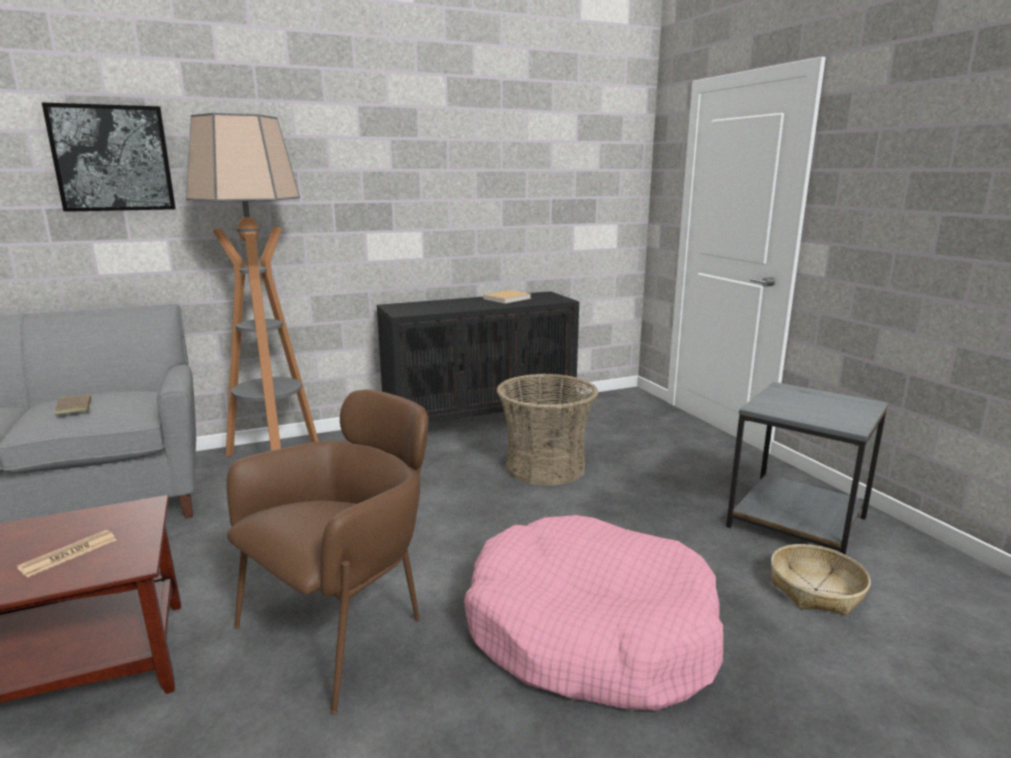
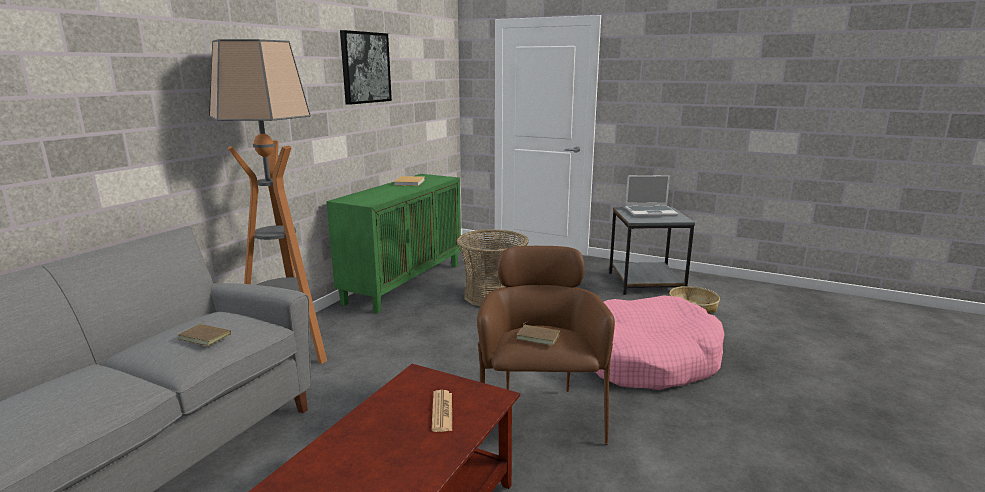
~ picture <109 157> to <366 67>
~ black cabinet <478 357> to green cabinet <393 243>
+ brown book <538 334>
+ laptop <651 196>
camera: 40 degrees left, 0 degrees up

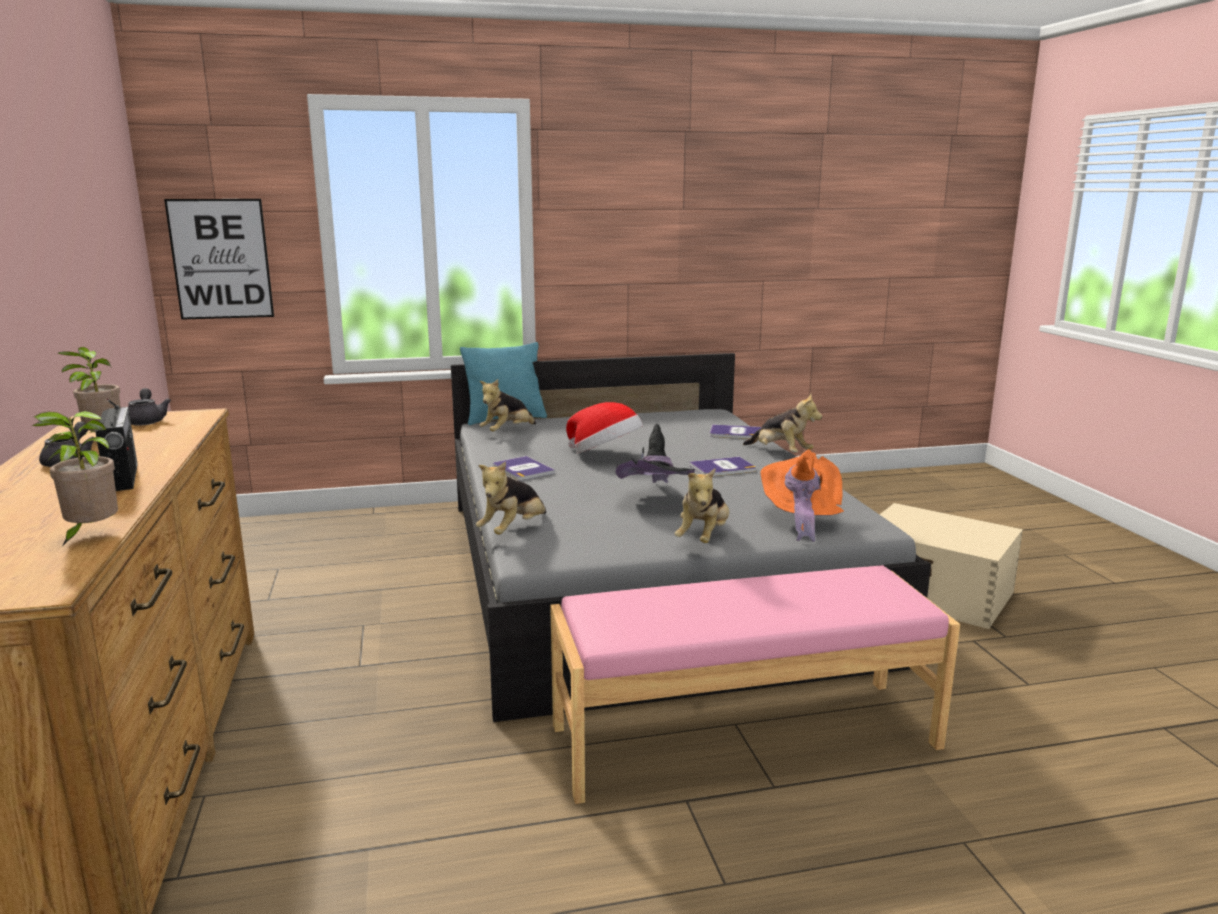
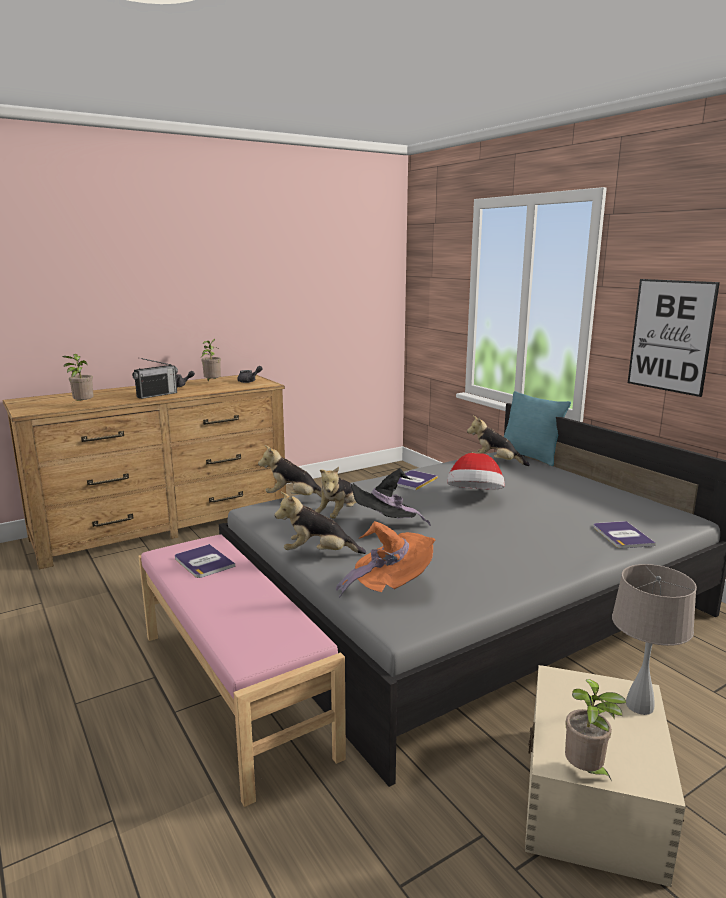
~ picture <219 259> to <674 338>
~ book <722 466> to <205 561>
~ plush toy <782 423> to <336 493>
+ potted plant <595 730>
+ beige table lamp <654 639>
camera: 70 degrees right, 0 degrees up

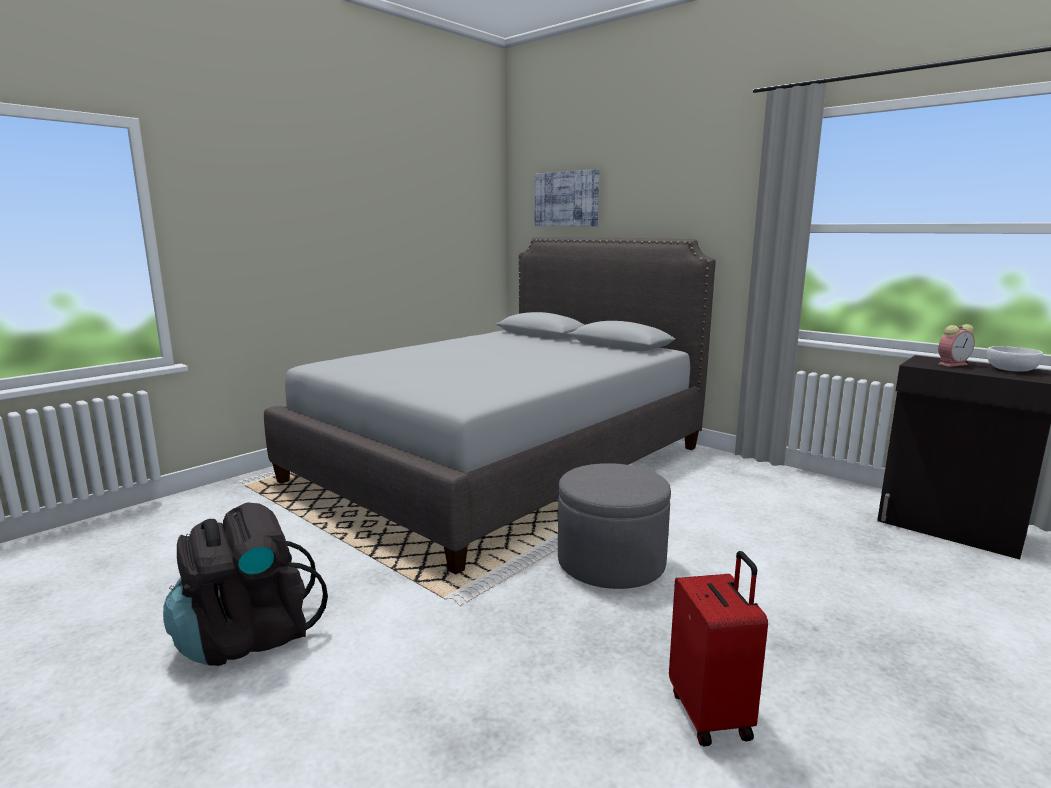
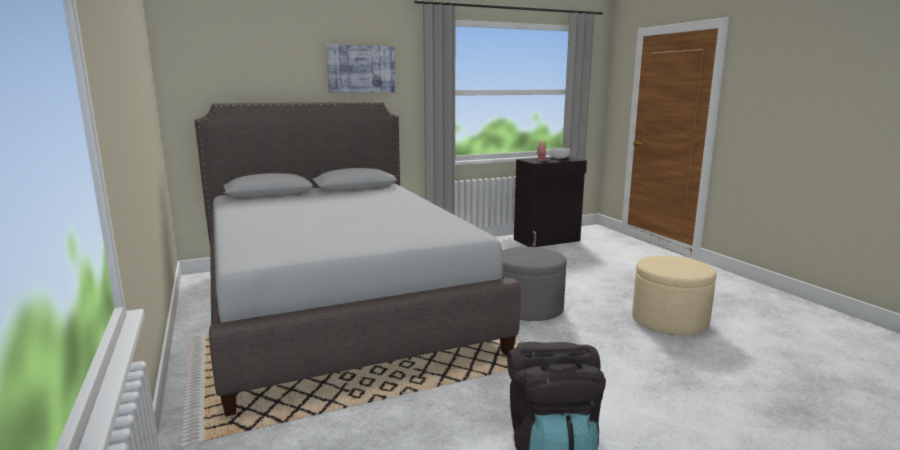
~ picture <567 197> to <360 68>
~ red suitcase <718 648> to beige ottoman <674 296>
camera: 65 degrees left, 0 degrees up

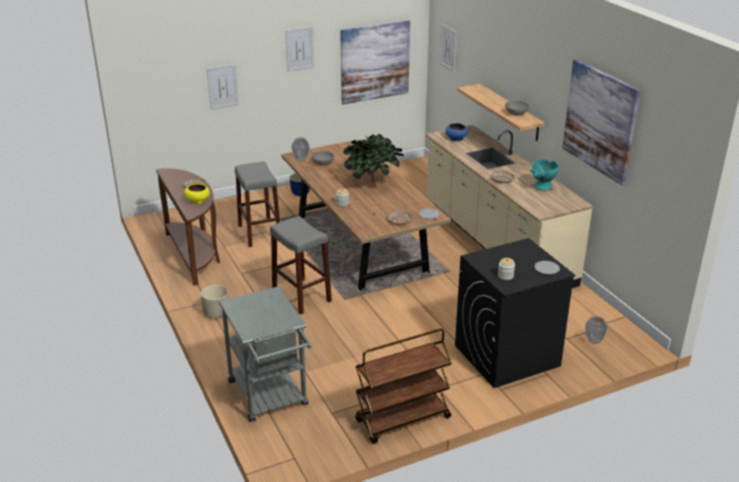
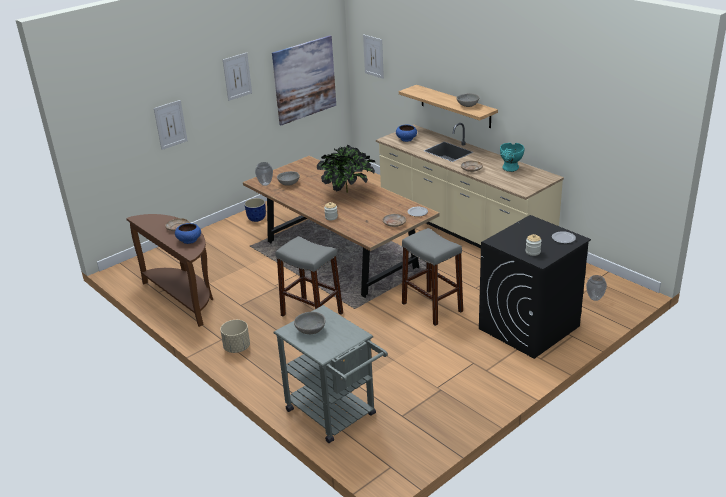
~ yellow bowl <197 194> to blue bowl <188 233>
~ grey stool <257 204> to <432 277>
- brown cart <403 386>
- picture <601 122>
+ grey bowl <309 323>
camera: 15 degrees left, 0 degrees up

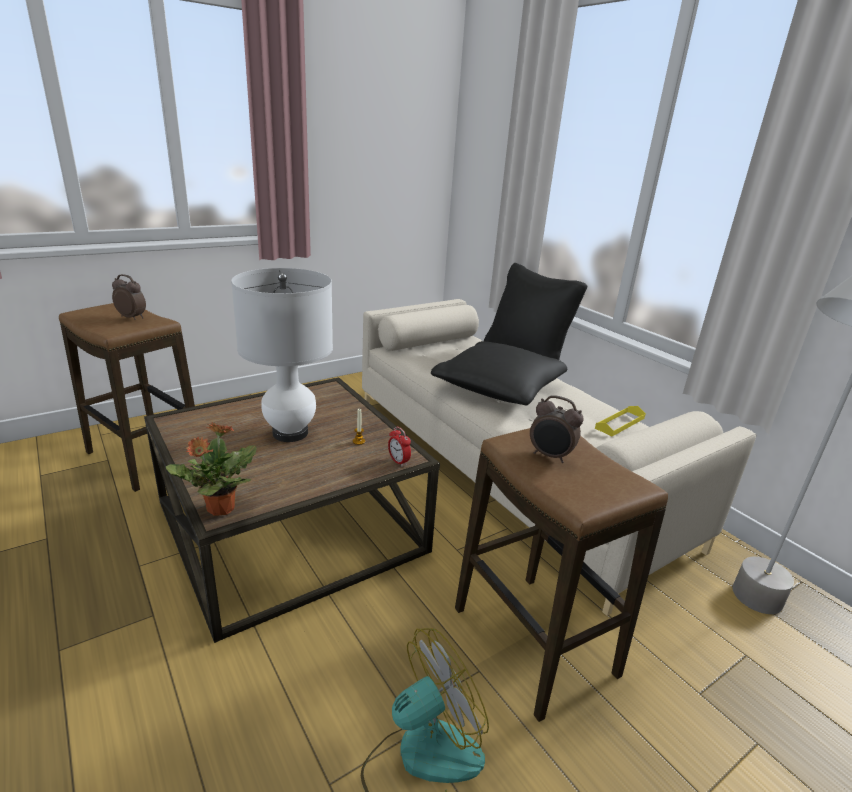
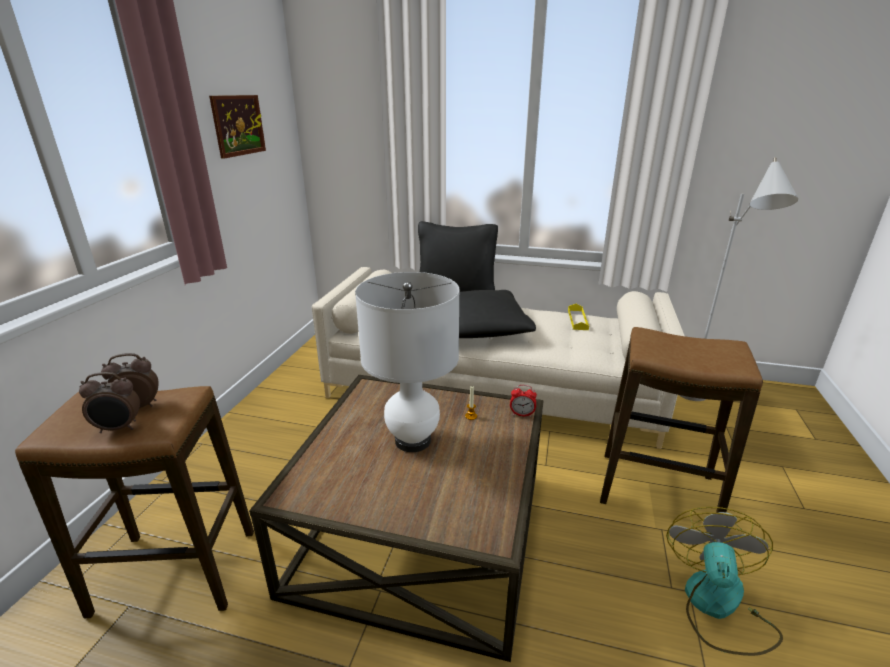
- potted plant <211 469>
~ alarm clock <557 429> to <109 402>
+ picture <237 127>
camera: 40 degrees left, 0 degrees up

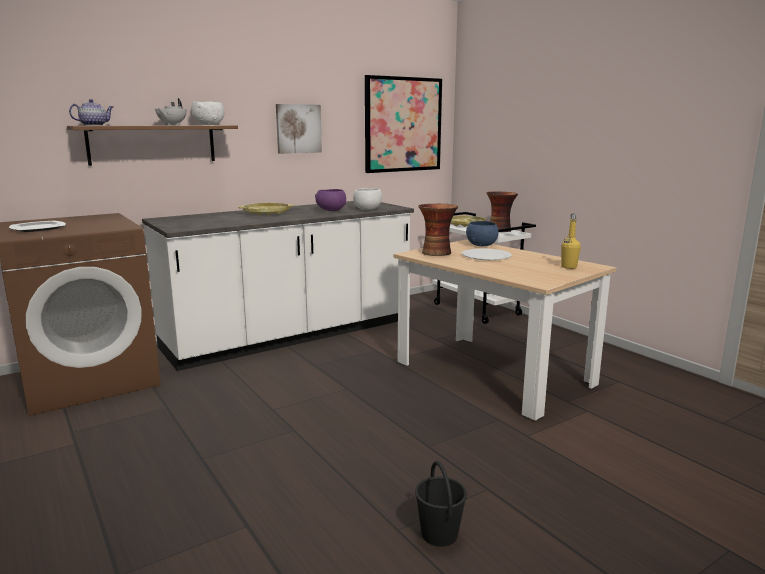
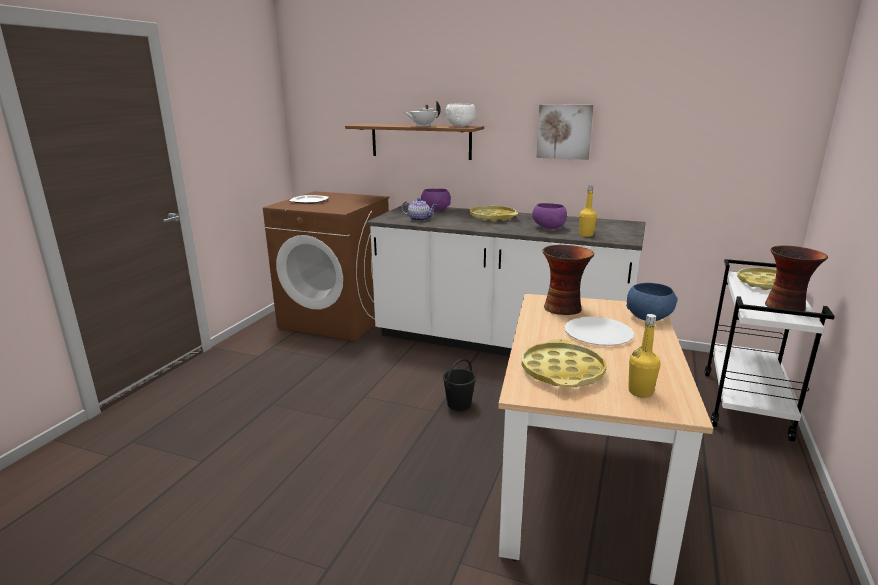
~ teapot <91 112> to <419 209>
~ white bowl <367 199> to yellow bottle <588 211>
- picture <403 124>
~ black bucket <441 504> to <459 384>
+ purple bowl <436 200>
+ yellow tray <564 363>
camera: 55 degrees right, 5 degrees up

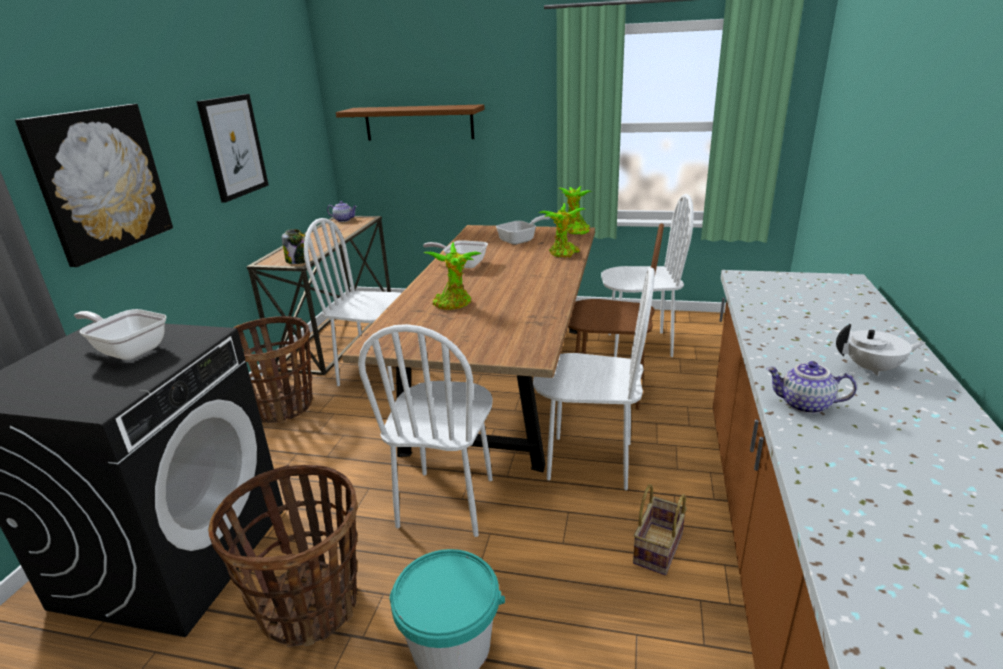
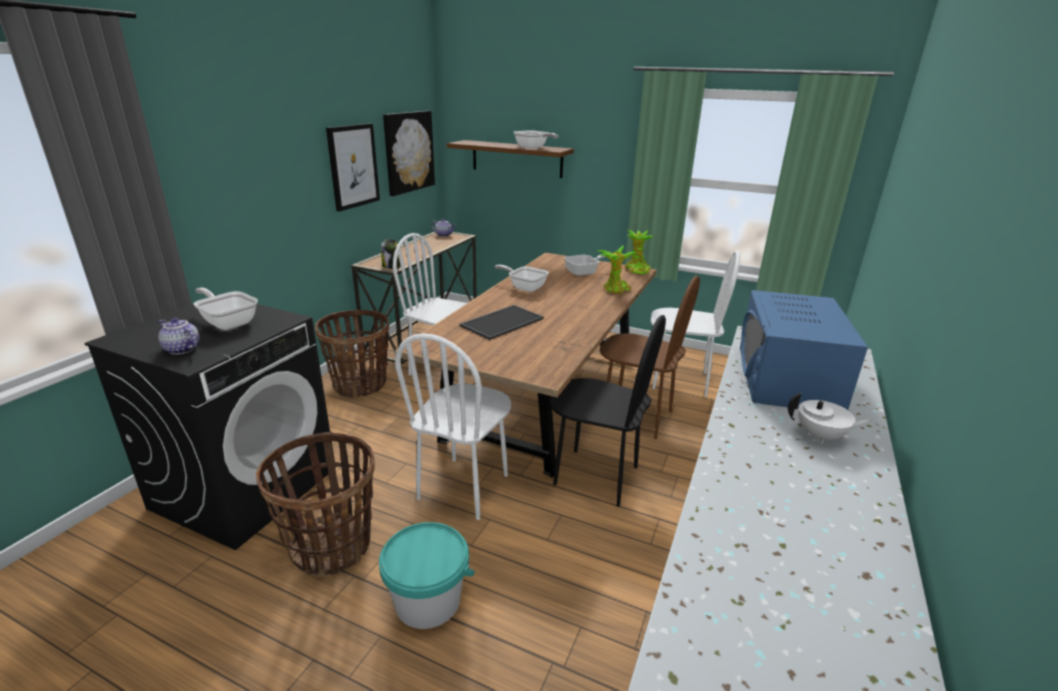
~ picture <94 185> to <409 153>
~ potted plant <452 276> to tray <502 322>
~ white chair <594 379> to black chair <608 410>
- basket <660 529>
~ teapot <811 387> to <178 336>
+ frying pan <536 139>
+ blue microwave <804 350>
camera: 10 degrees right, 0 degrees up

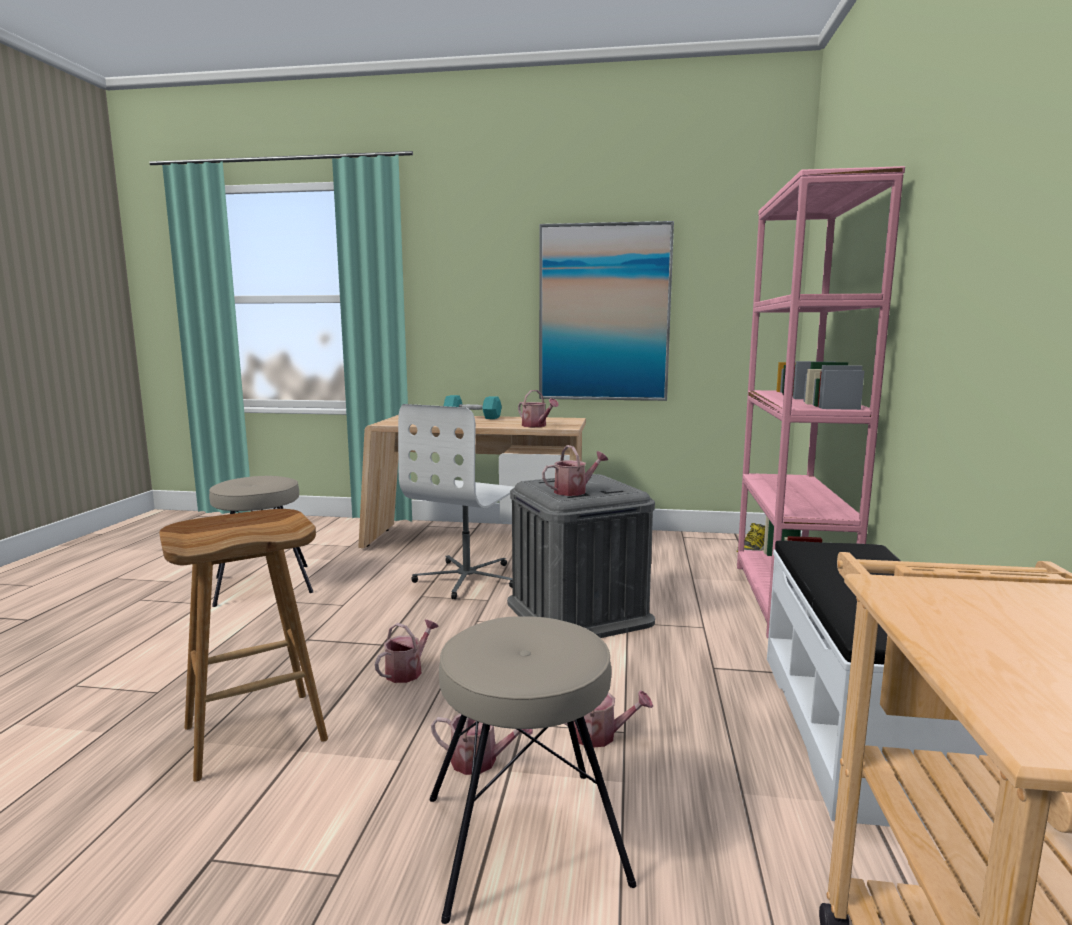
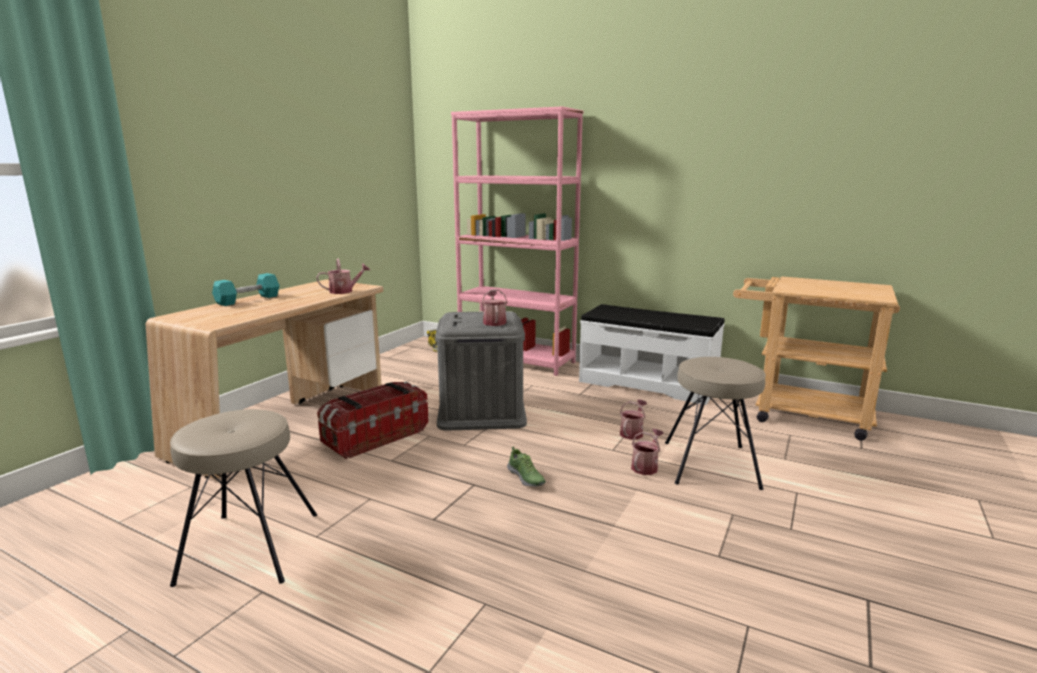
- brown stool <243 645>
~ watering can <407 651> to shoe <526 467>
~ white office chair <456 501> to storage box <372 420>
- picture <606 311>
camera: 70 degrees left, 5 degrees up

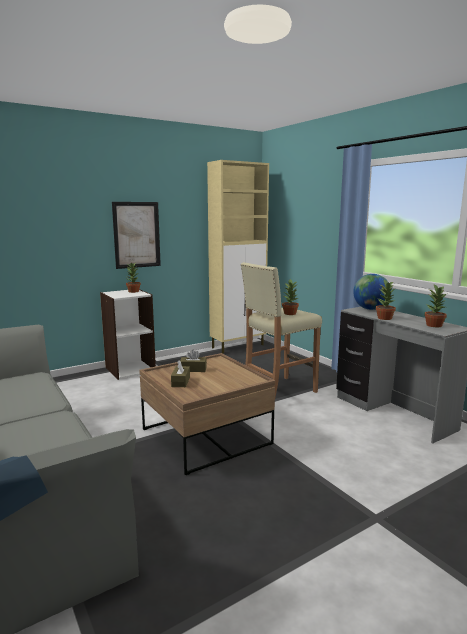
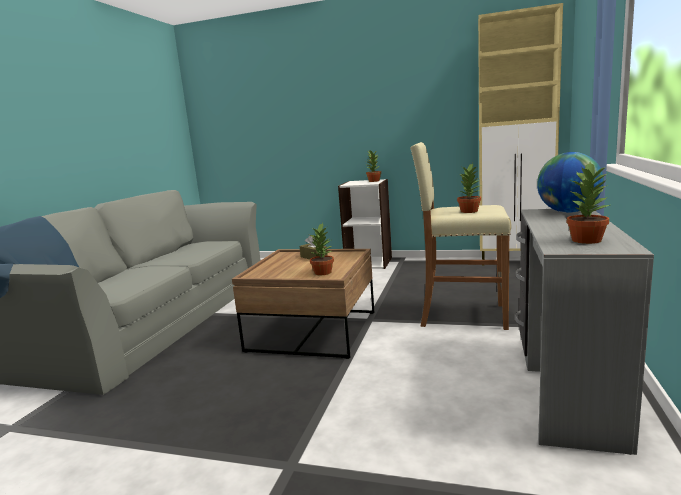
- picture <136 235>
- brown tissue box <180 373>
~ potted plant <386 300> to <322 249>
camera: 50 degrees right, 0 degrees up

